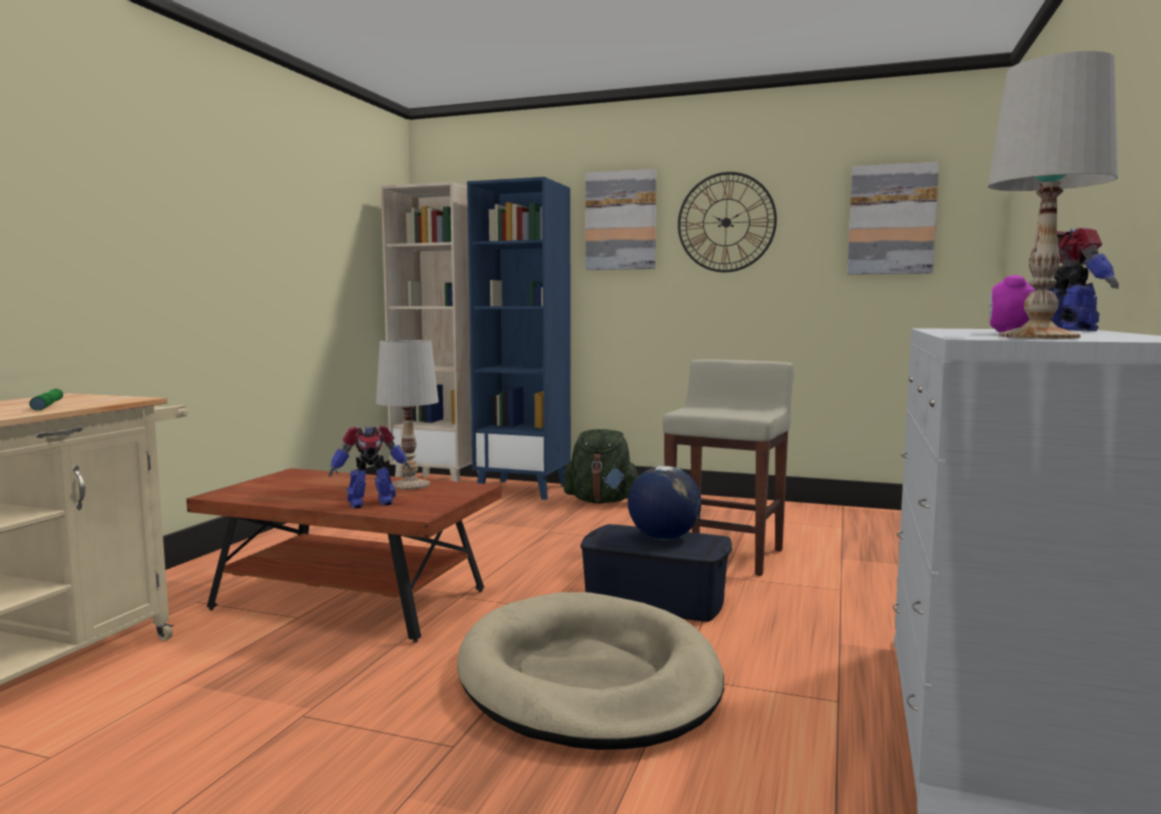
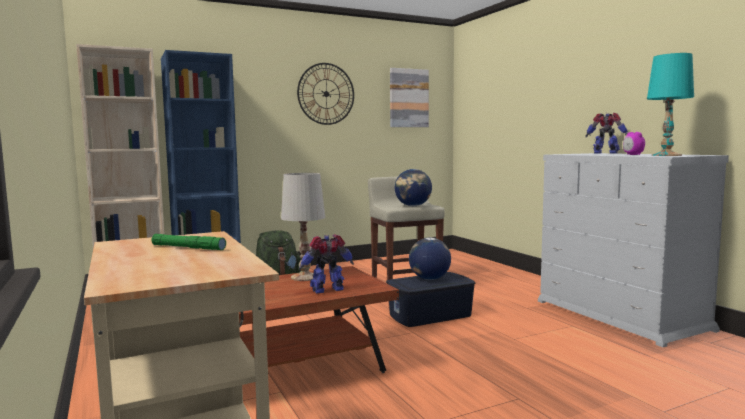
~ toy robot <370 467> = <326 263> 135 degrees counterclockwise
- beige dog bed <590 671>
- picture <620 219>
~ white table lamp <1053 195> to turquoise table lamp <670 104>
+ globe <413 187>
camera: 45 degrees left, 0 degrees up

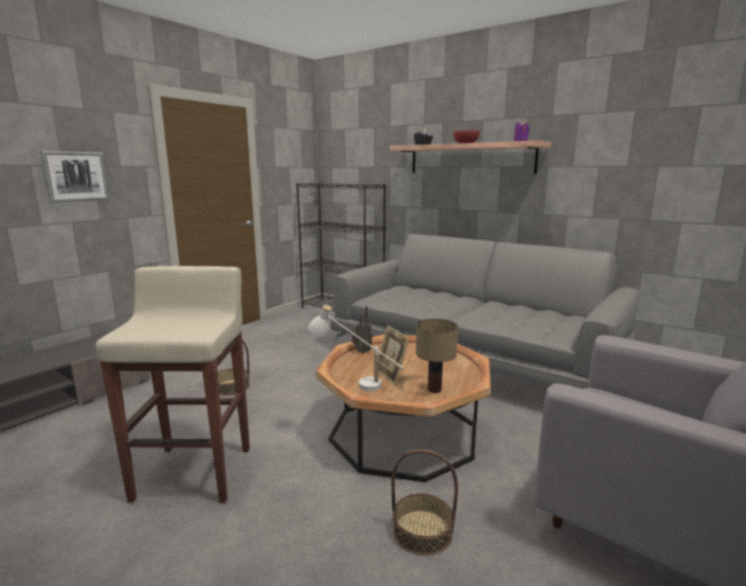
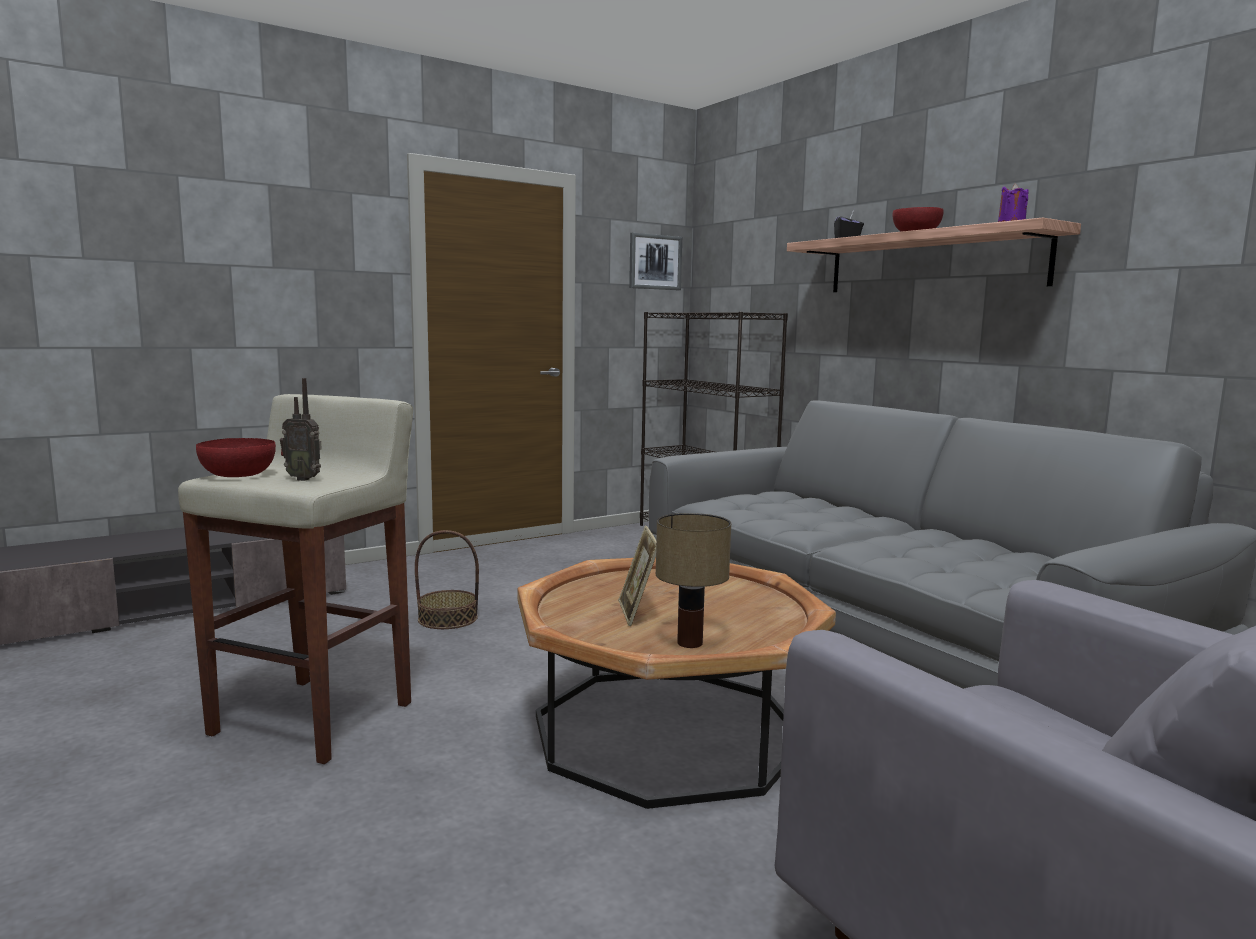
~ picture <75 176> to <655 261>
- white table lamp <356 348>
~ radio <362 329> to <301 429>
- basket <424 502>
+ red bowl <236 457>
camera: 20 degrees right, 5 degrees down

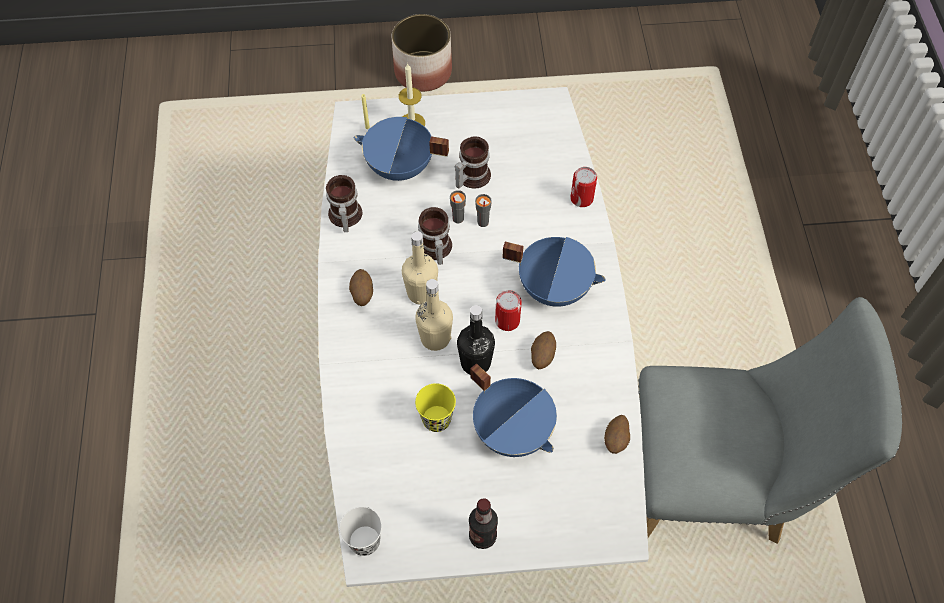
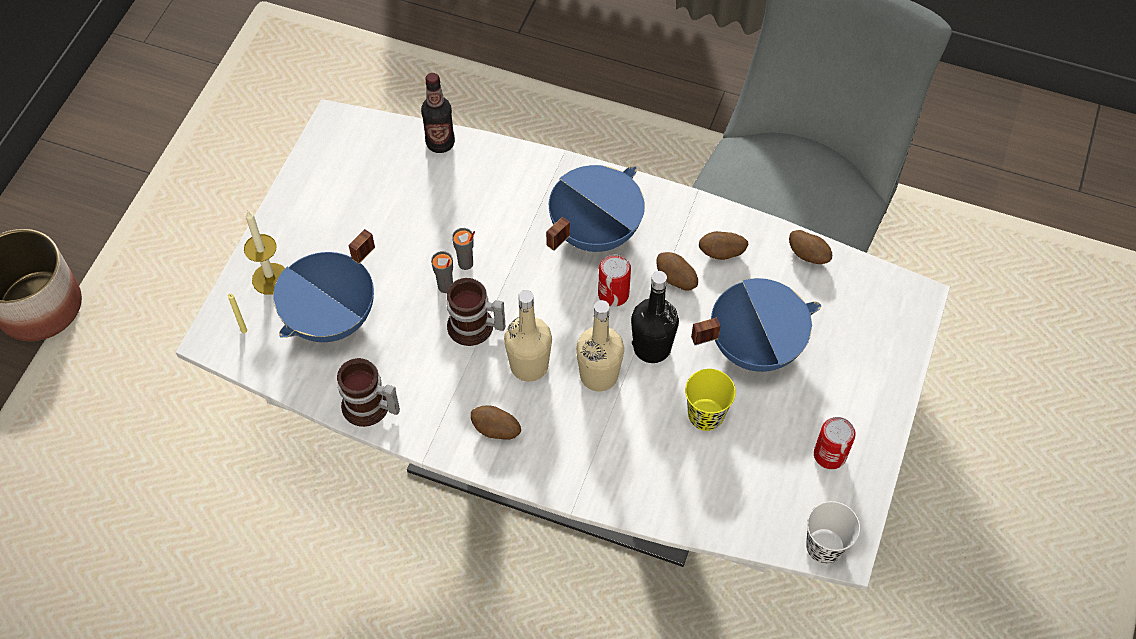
- mug <473 163>
~ bottle <483 523> to <438 113>
~ can <583 187> to <835 443>
+ potato <723 245>
camera: 65 degrees left, 0 degrees up

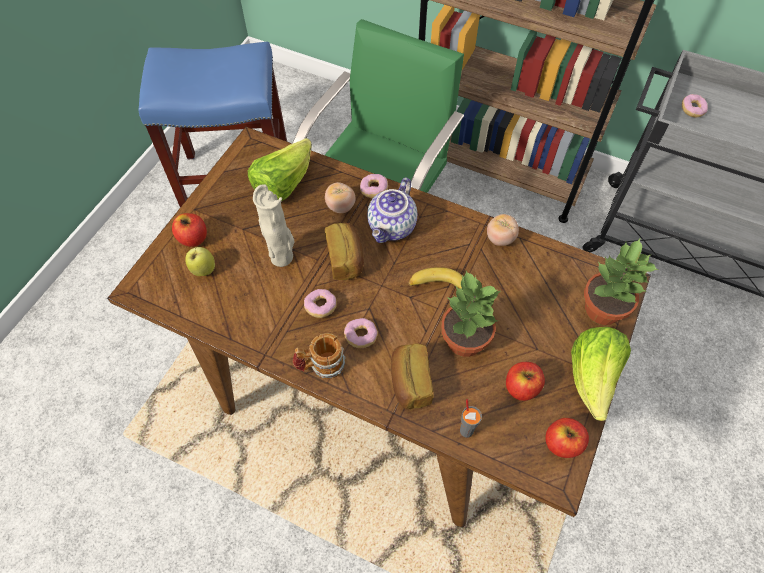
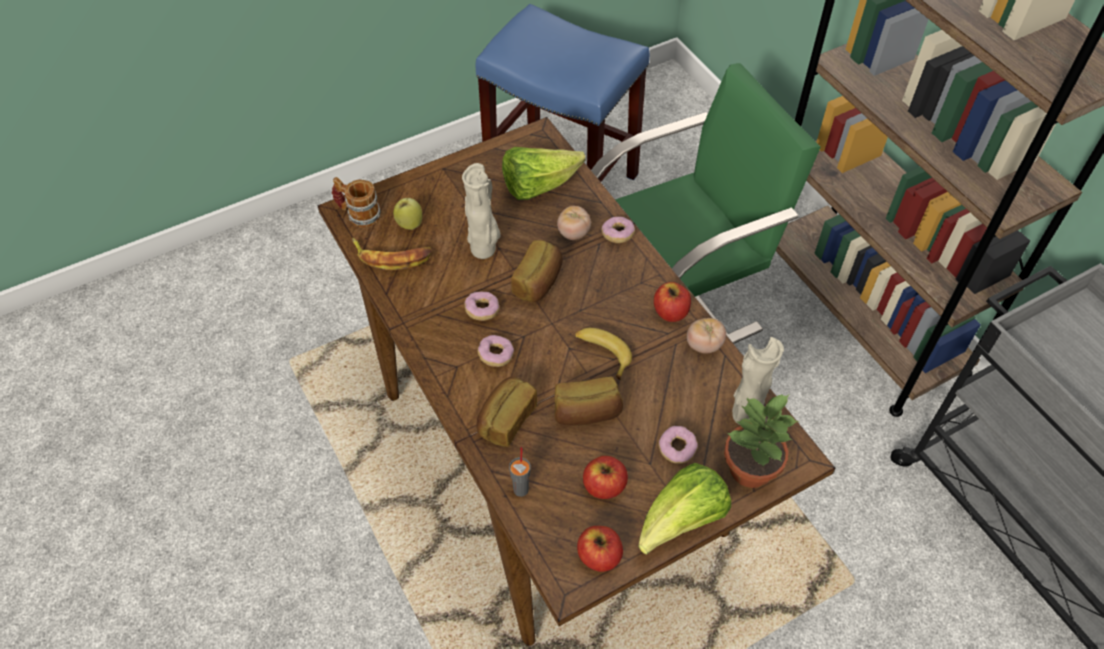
~ apple <189 230> to <672 302>
~ mug <319 356> to <356 202>
- teapot <392 210>
~ potted plant <471 314> to bread <588 401>
~ donut <695 105> to <678 445>
+ banana <392 254>
+ beige vase <758 381>
camera: 35 degrees right, 5 degrees down

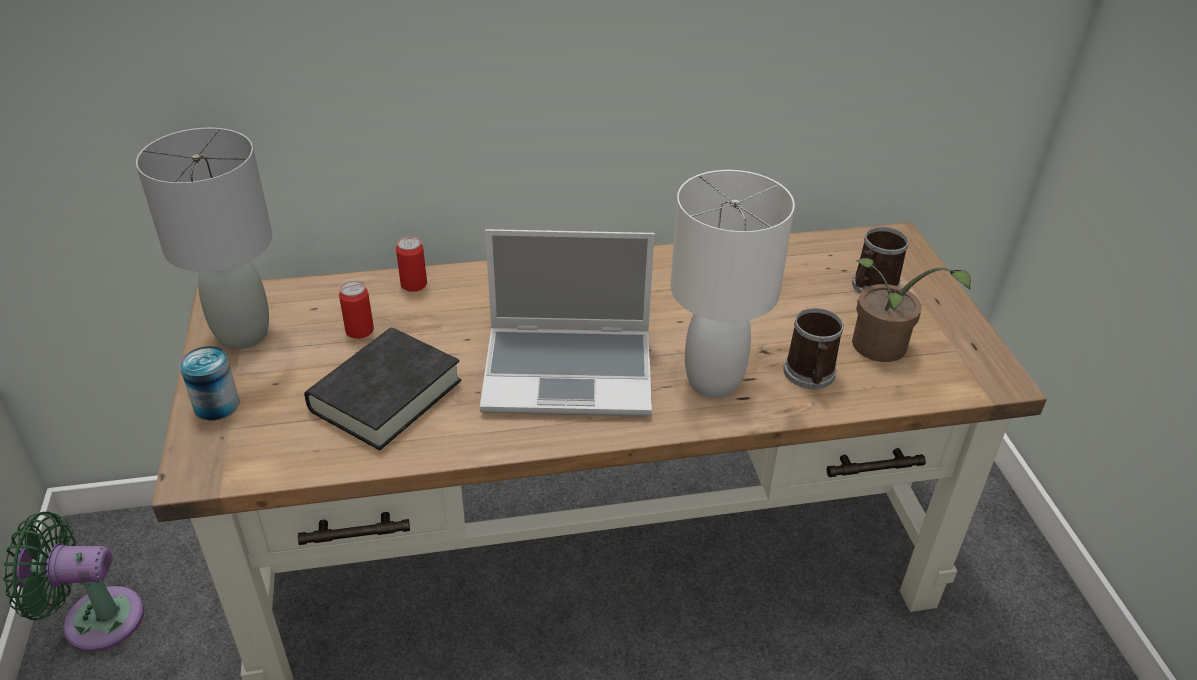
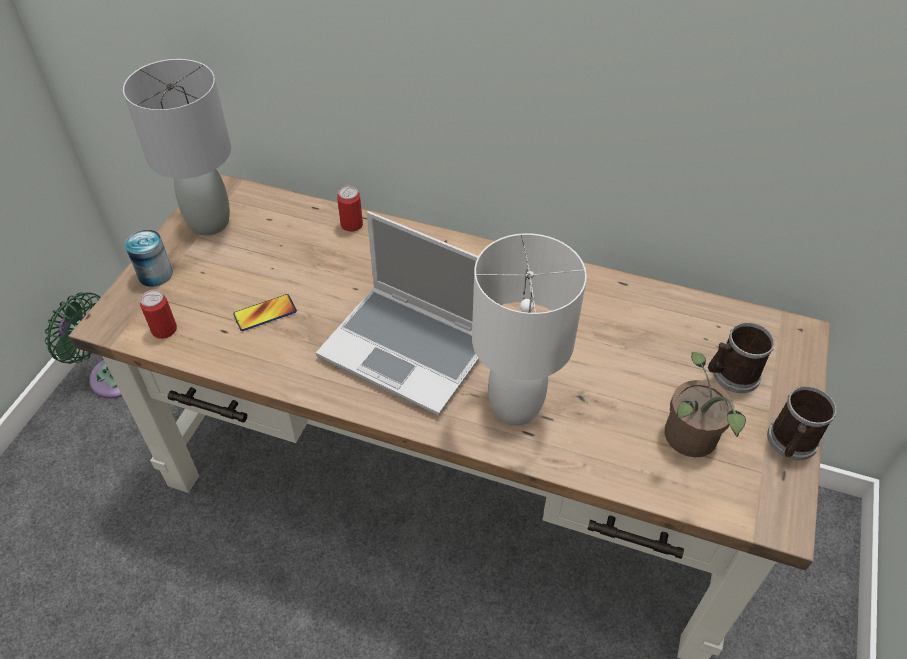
~ black book <382 389> to phone <265 312>
~ can <356 310> to <158 314>
~ mug <813 348> to <801 423>
camera: 30 degrees right, 10 degrees up

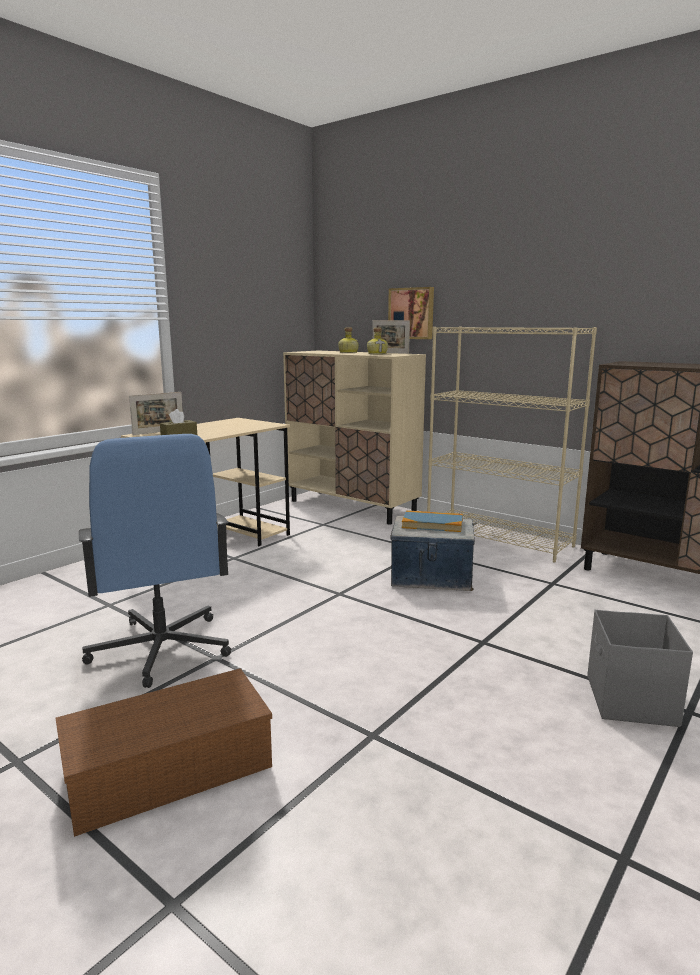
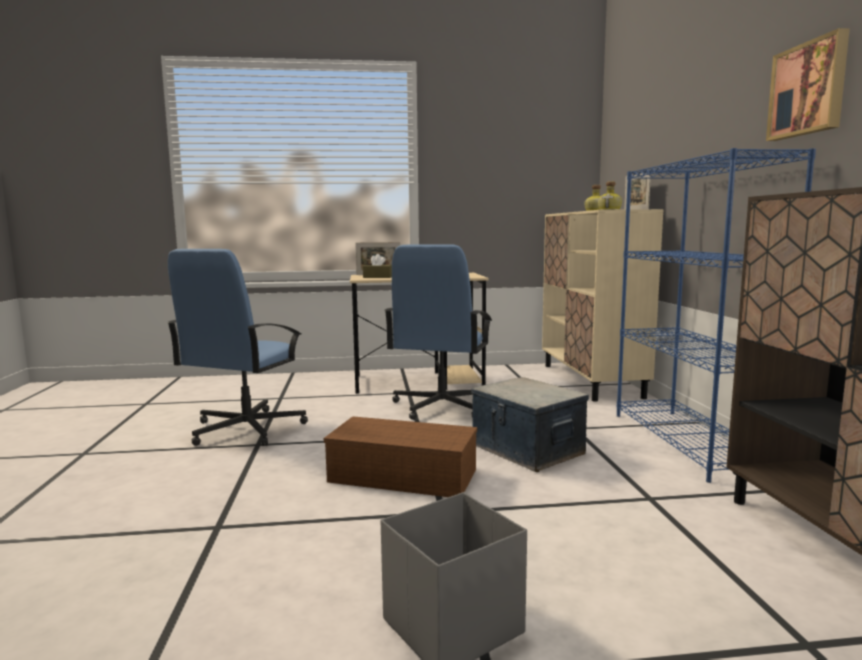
~ brown storage box <164 752> to <400 456>
~ picture <411 313> to <808 84>
- book <432 521>
~ beige bookcase <512 444> to blue bookcase <716 315>
+ blue office chair <438 332>
camera: 45 degrees right, 5 degrees down

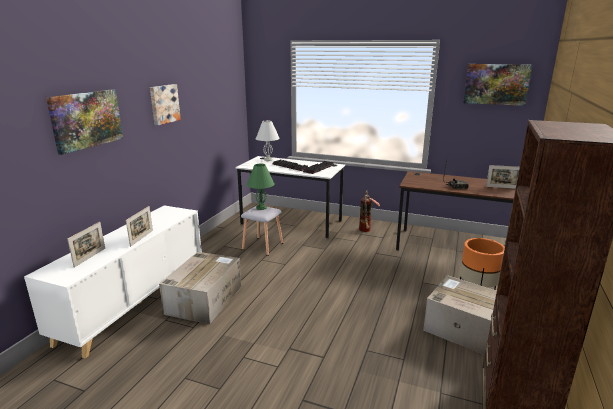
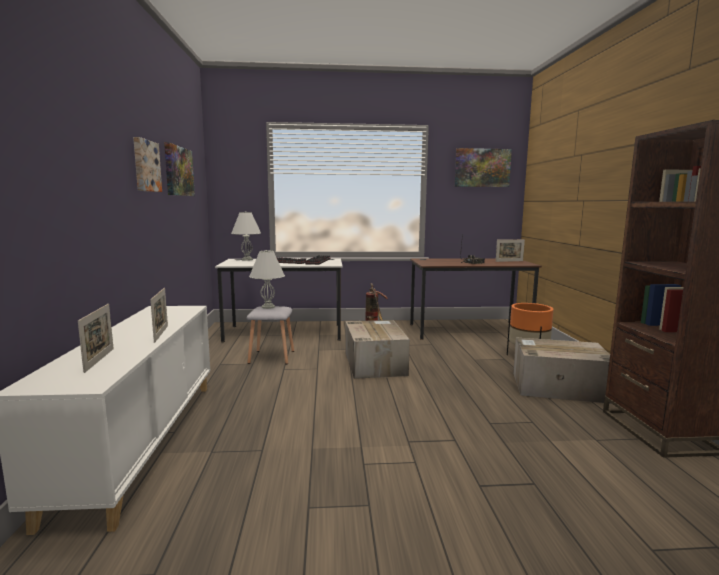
~ picture <84 122> to <179 169>
~ cardboard box <200 288> to <378 349>
~ green table lamp <260 187> to white table lamp <267 279>
camera: 25 degrees left, 10 degrees down

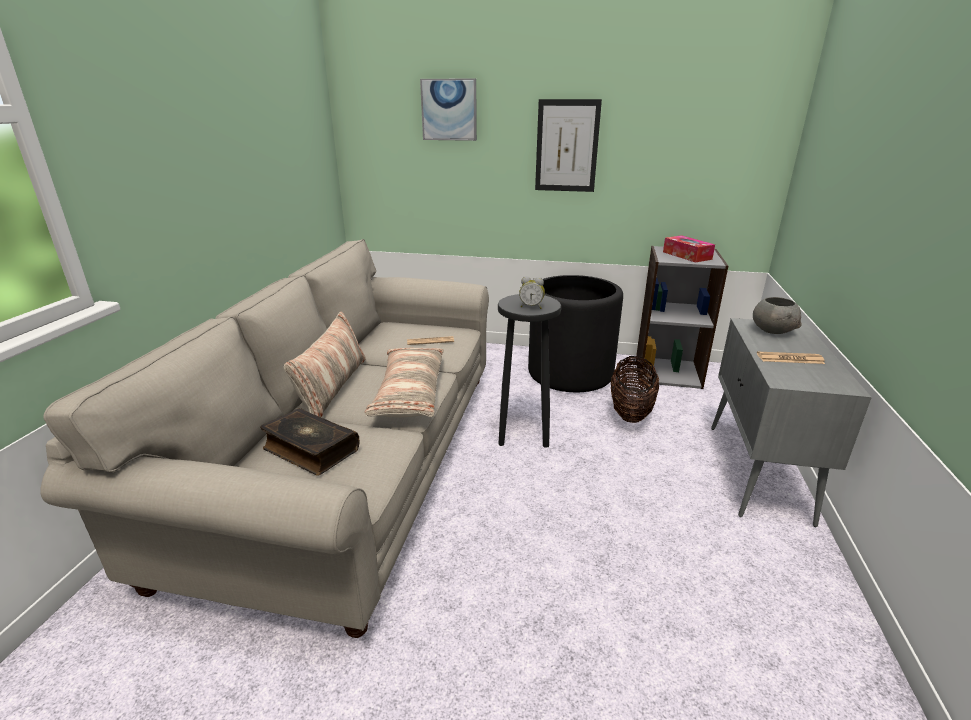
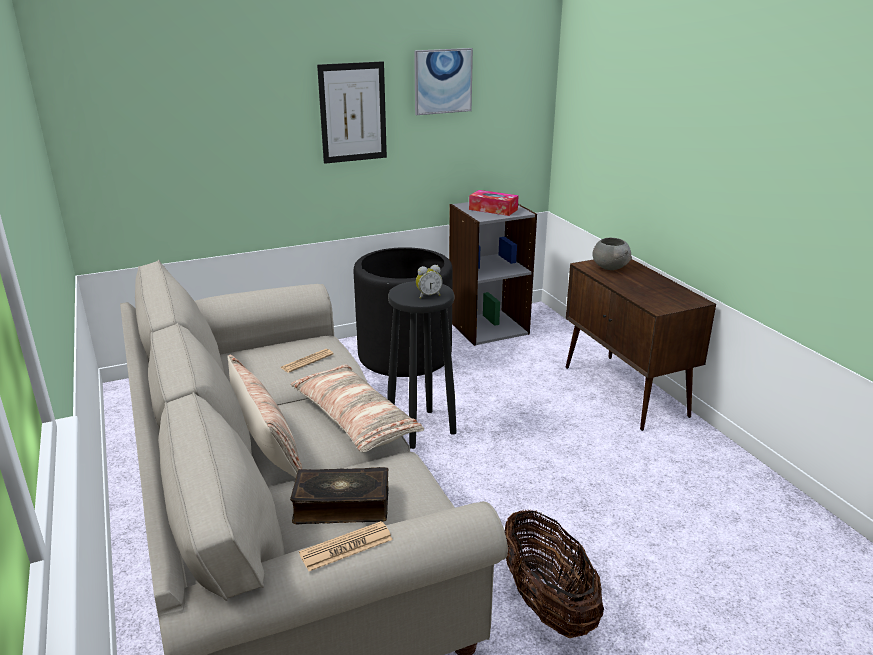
~ picture <448 109> to <443 81>
~ basket <635 389> to <554 574>
~ grey cabinet <791 422> to brown cabinet <641 345>
~ newspaper <791 357> to <346 546>
camera: 35 degrees left, 0 degrees up

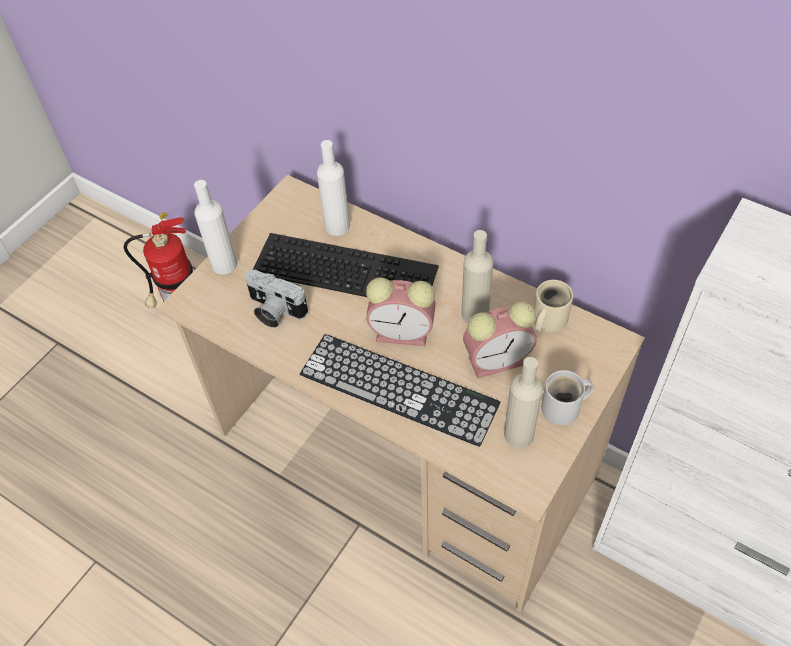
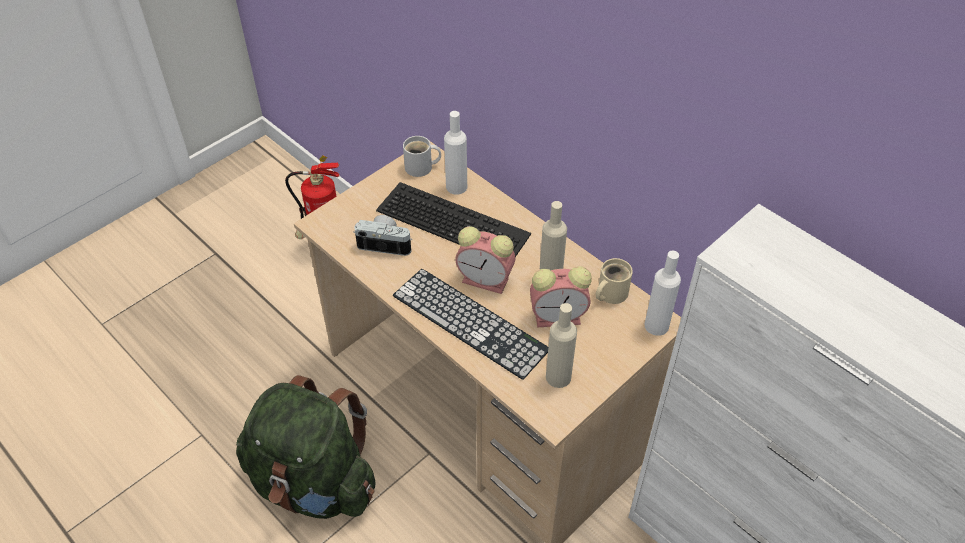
~ white bottle <215 227> to <662 293>
~ photo camera <276 299> = <382 235> 150 degrees clockwise
~ white mug <567 397> to <422 156>
+ green backpack <305 447>
camera: 10 degrees right, 5 degrees down

